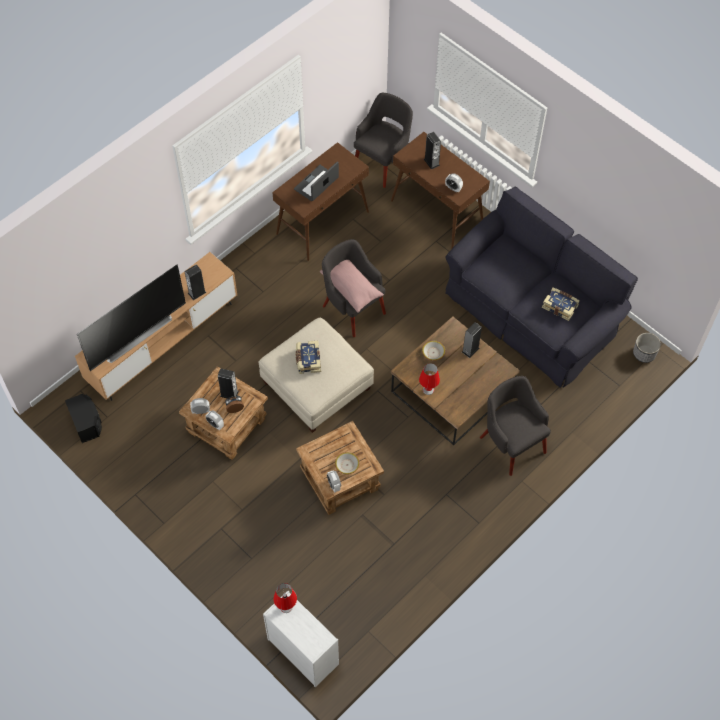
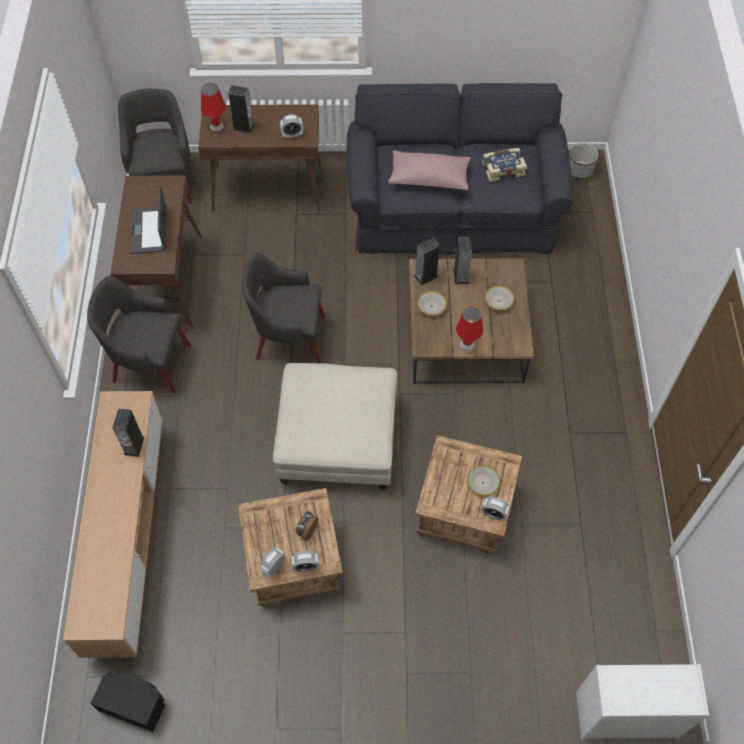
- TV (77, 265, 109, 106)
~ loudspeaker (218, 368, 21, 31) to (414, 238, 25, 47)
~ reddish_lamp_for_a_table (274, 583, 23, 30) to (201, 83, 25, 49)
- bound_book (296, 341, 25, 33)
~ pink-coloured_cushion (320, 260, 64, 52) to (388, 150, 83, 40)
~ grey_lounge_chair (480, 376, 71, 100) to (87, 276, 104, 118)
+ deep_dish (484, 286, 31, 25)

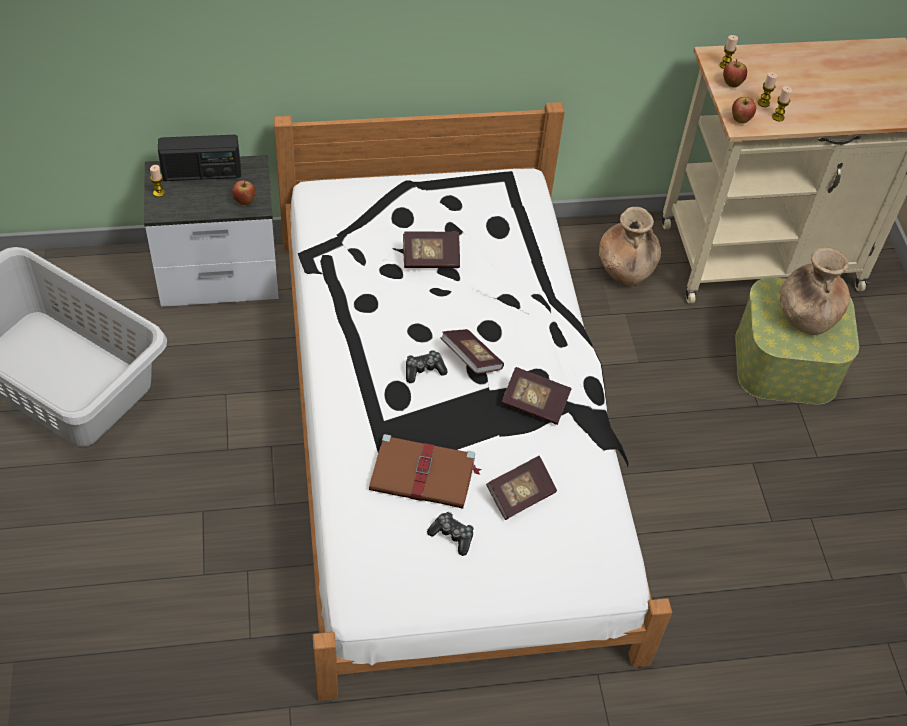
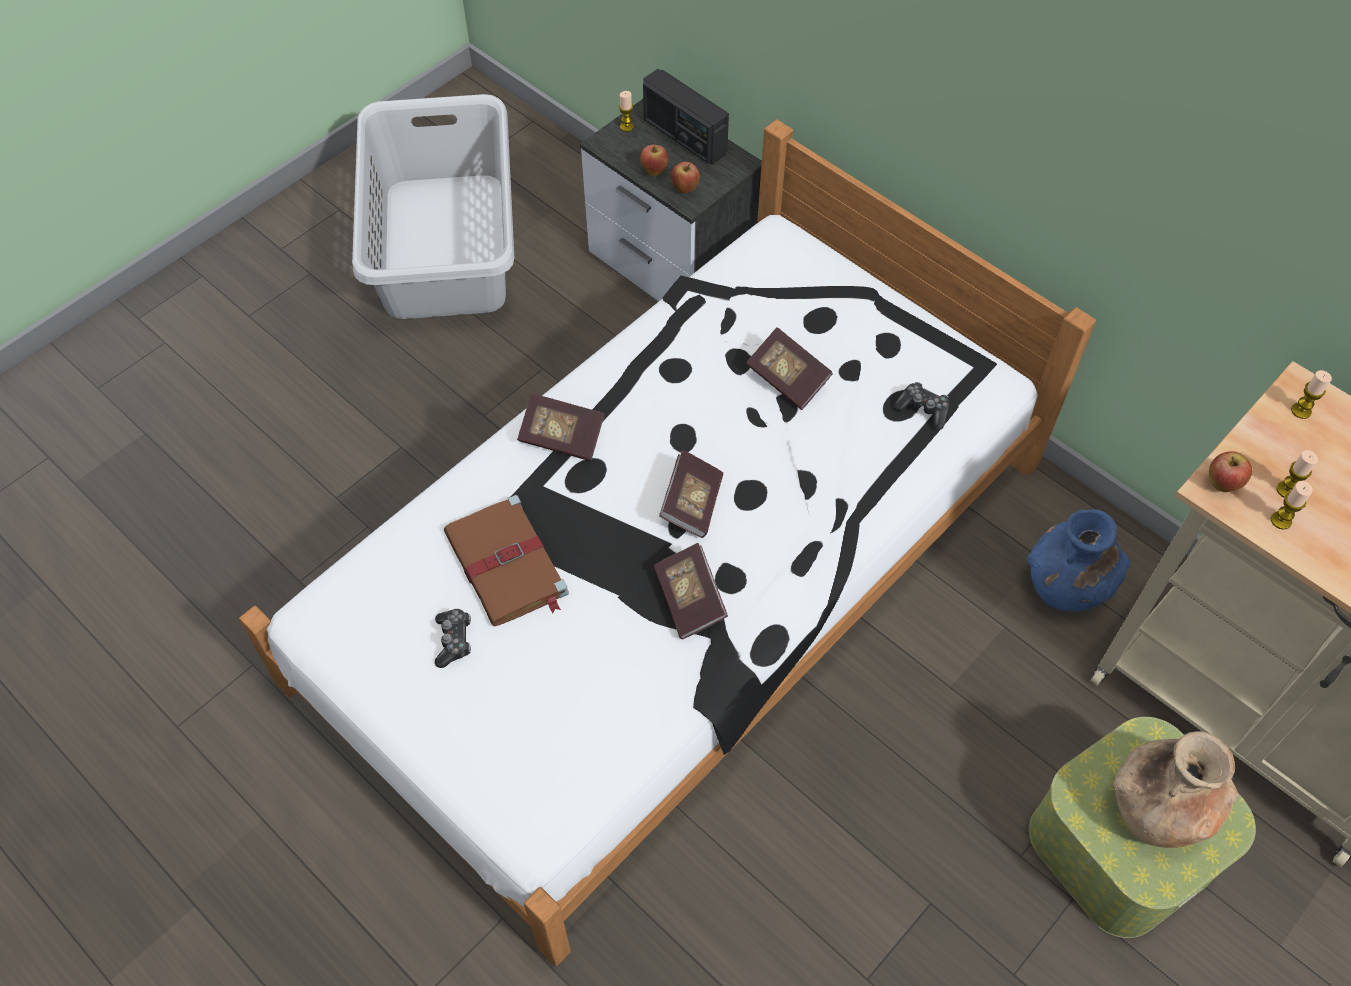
~ joypad (406, 350, 42, 33) to (894, 382, 56, 48)
~ bound_book (486, 456, 71, 64) to (517, 393, 87, 68)
~ brown-coloured_flower_vase (599, 207, 62, 79) to bluish_flower_vase (1027, 509, 104, 102)
~ apple_fruit (723, 59, 24, 29) to (640, 143, 28, 33)

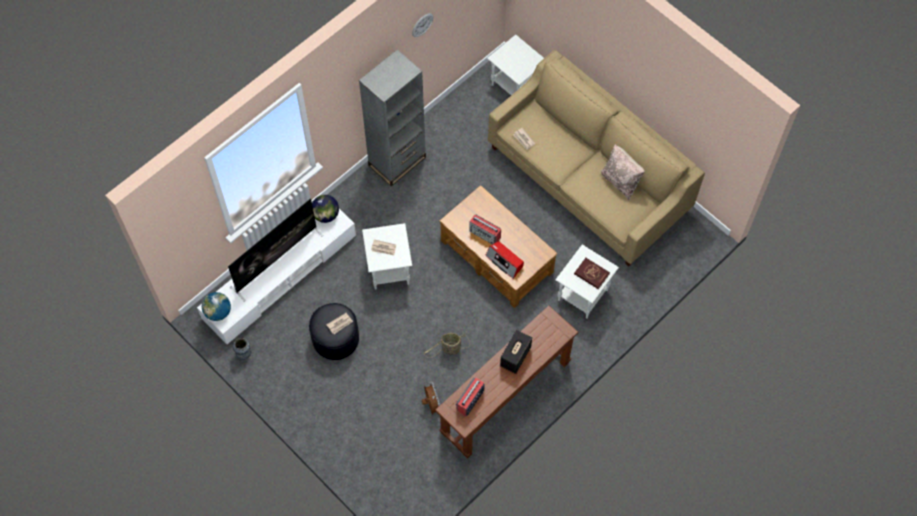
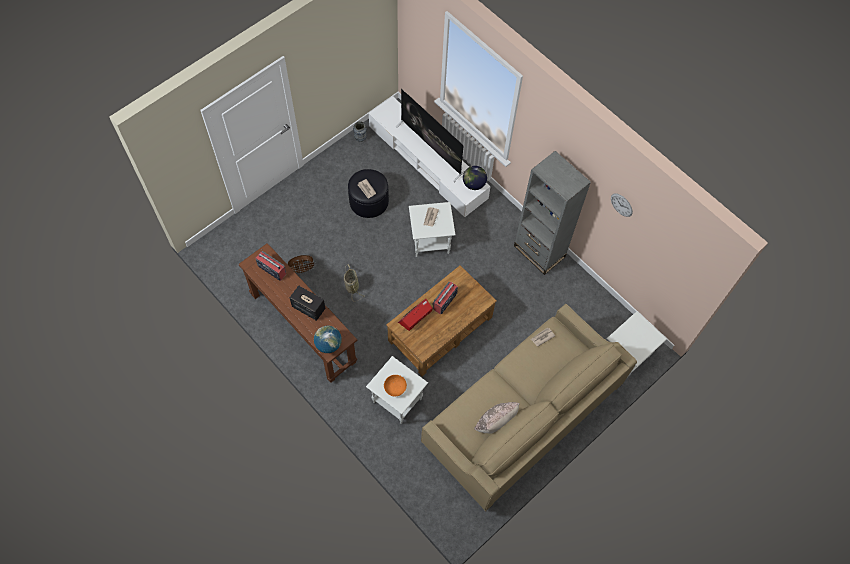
~ world_globe (202, 292, 29, 29) to (314, 326, 28, 27)
~ reddish_bound_book (574, 258, 36, 31) to orange_deep_dish (384, 375, 23, 21)

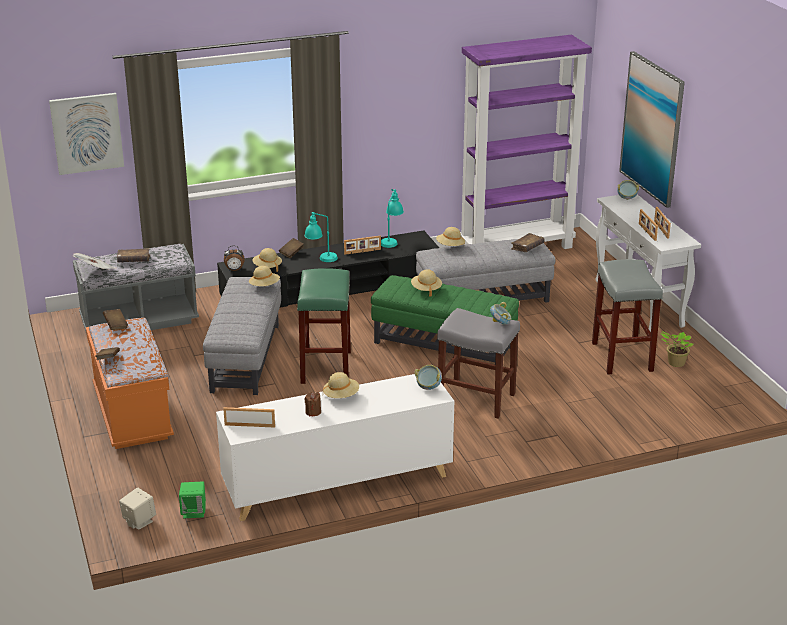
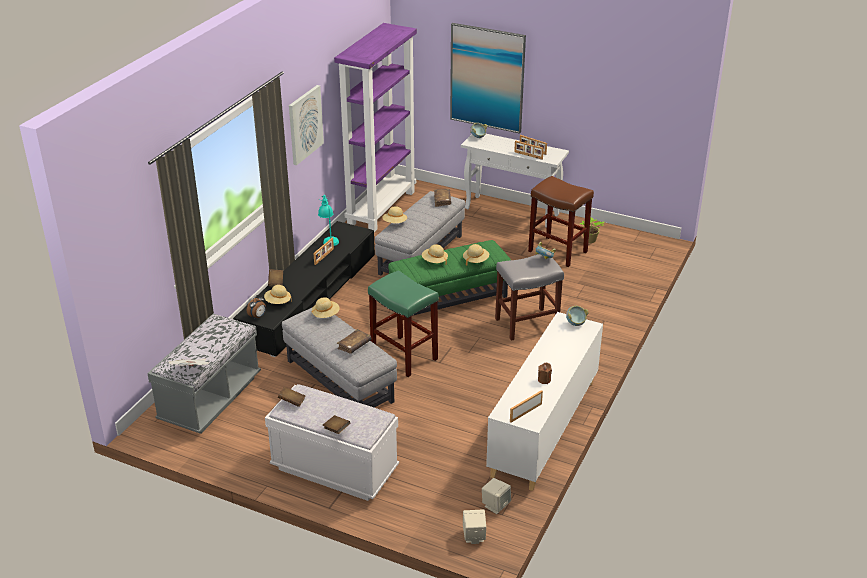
~ wall_art (49, 93, 75, 82) to (289, 85, 35, 80)
~ orange_long_seat (86, 317, 88, 132) to white_long_seat (265, 384, 134, 117)
~ brown-coloured_bound_book (117, 248, 33, 15) to (337, 329, 34, 25)
~ green_loudspeaker (179, 481, 27, 37) to sand-coloured_loudspeaker (482, 478, 29, 36)
- turquoise_lamp_for_a_table (304, 212, 34, 50)
~ sand-coloured_hat (323, 372, 36, 26) to (463, 244, 26, 21)
~ grey_stool_seat (592, 259, 71, 115) to brown-coloured_stool_seat (528, 176, 66, 91)

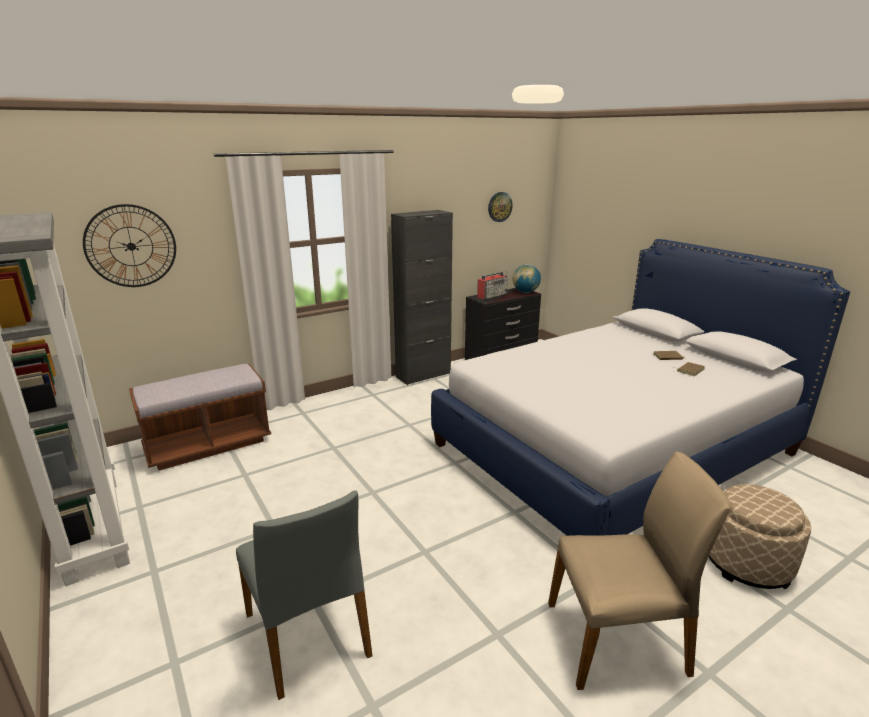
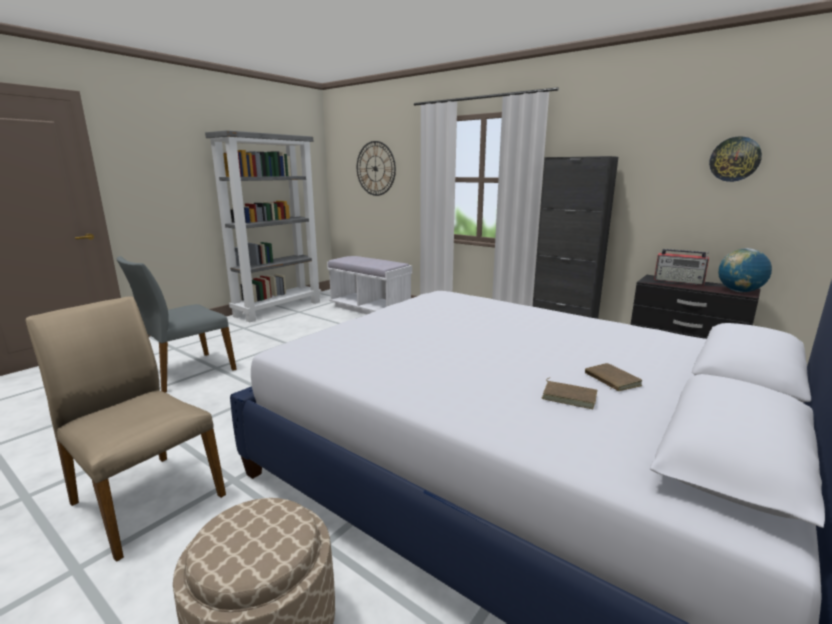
~ brown-coloured_long_seat (129, 364, 142, 107) to white_long_seat (327, 256, 85, 58)
~ sand-coloured_chair (548, 451, 183, 239) = (25, 297, 201, 265) 150 degrees clockwise

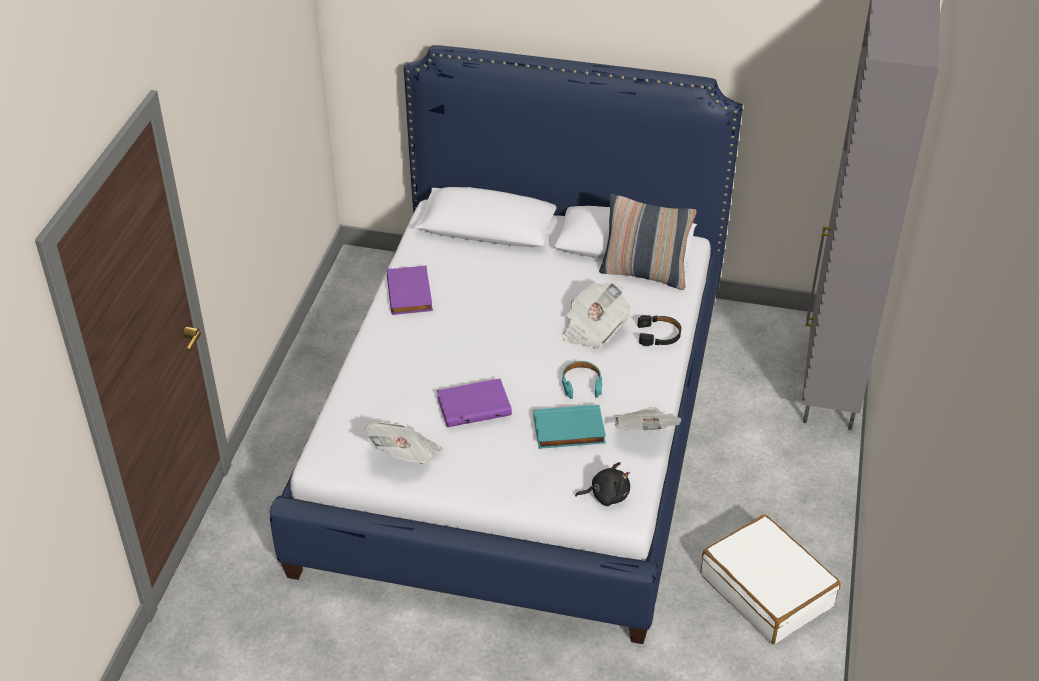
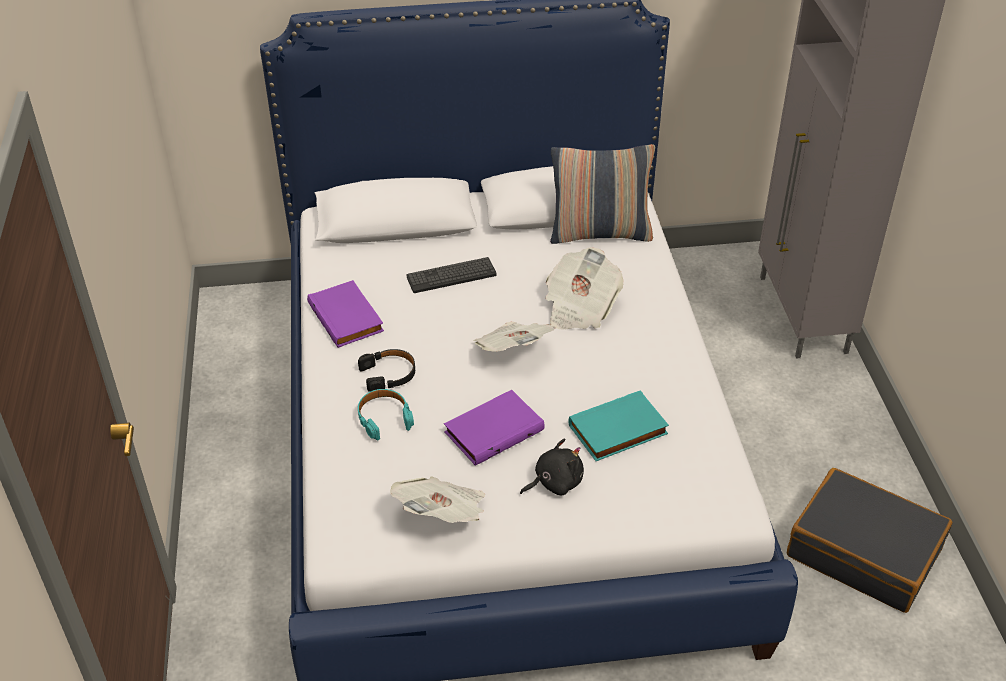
~ turquoise_headset (562, 361, 40, 38) to (358, 389, 56, 52)
~ black_plush_toy (575, 462, 55, 44) to (520, 439, 64, 56)
~ printed_paper (614, 407, 68, 25) to (473, 321, 82, 31)
~ black_headset (637, 315, 44, 31) to (358, 349, 57, 43)
~ white_suitcase (701, 514, 140, 130) to black_suitcase (787, 468, 165, 145)
+ PC_keyboard (407, 257, 90, 36)

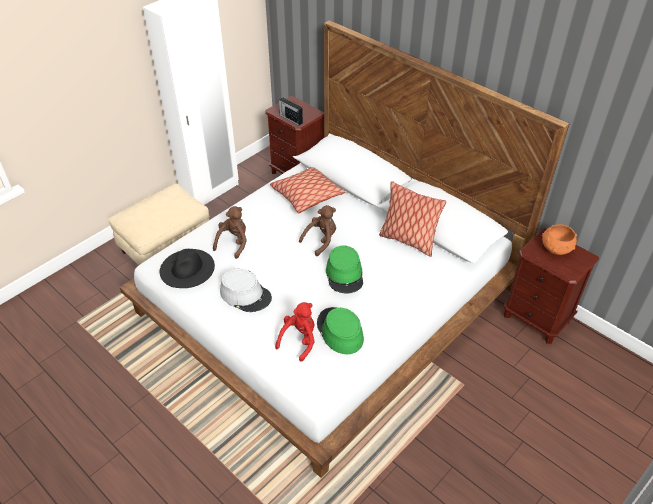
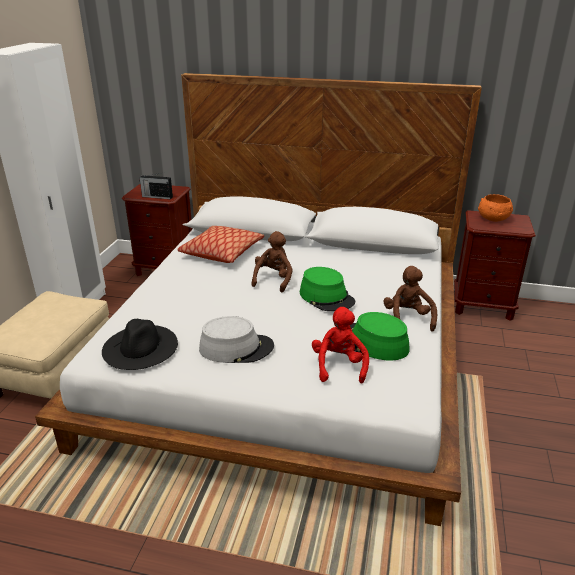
~ brown-coloured_plush_toy (213, 206, 34, 53) to (383, 266, 55, 65)
- cushion (379, 181, 67, 76)

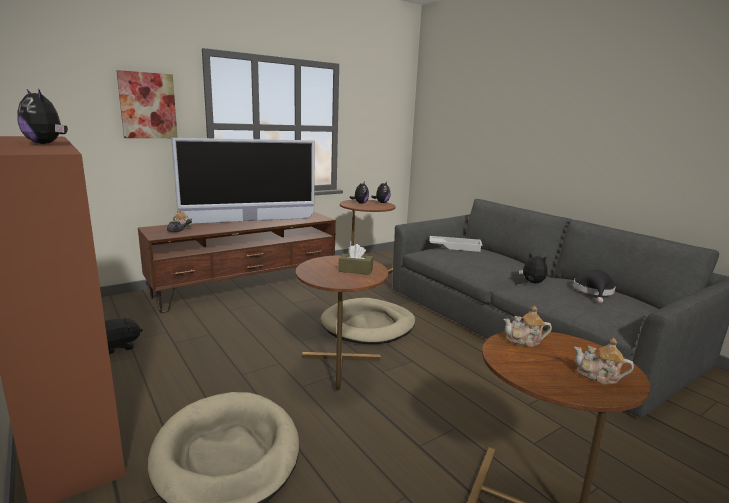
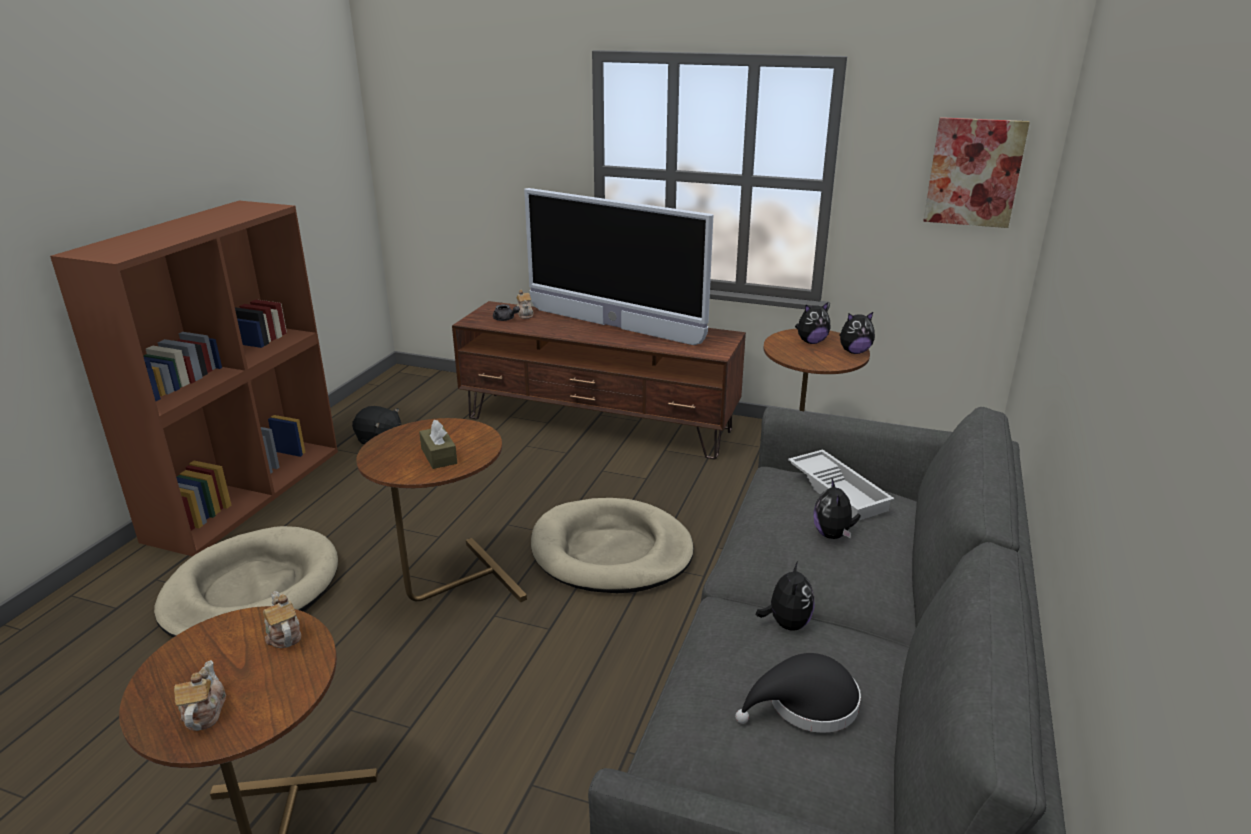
~ plush_toy (17, 89, 51, 55) to (813, 479, 48, 60)
~ wall_art (116, 70, 62, 68) to (923, 117, 107, 111)

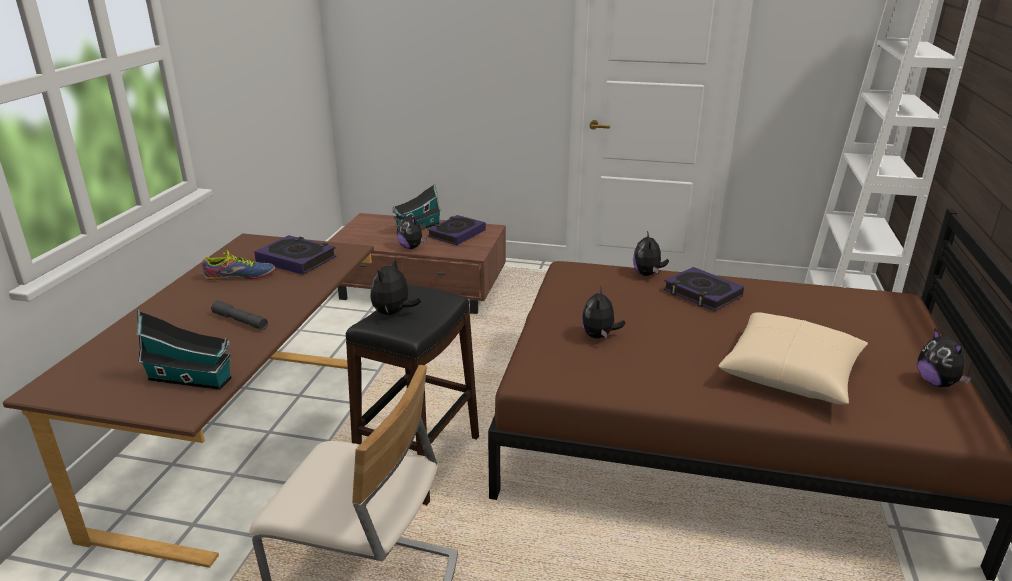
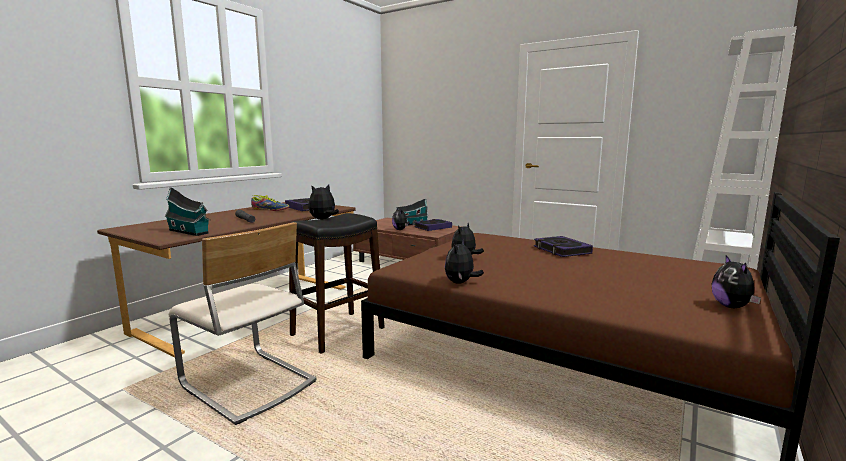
~ plush_toy (633, 231, 36, 45) to (445, 239, 39, 45)
- sand-coloured_cushion (719, 313, 149, 92)

